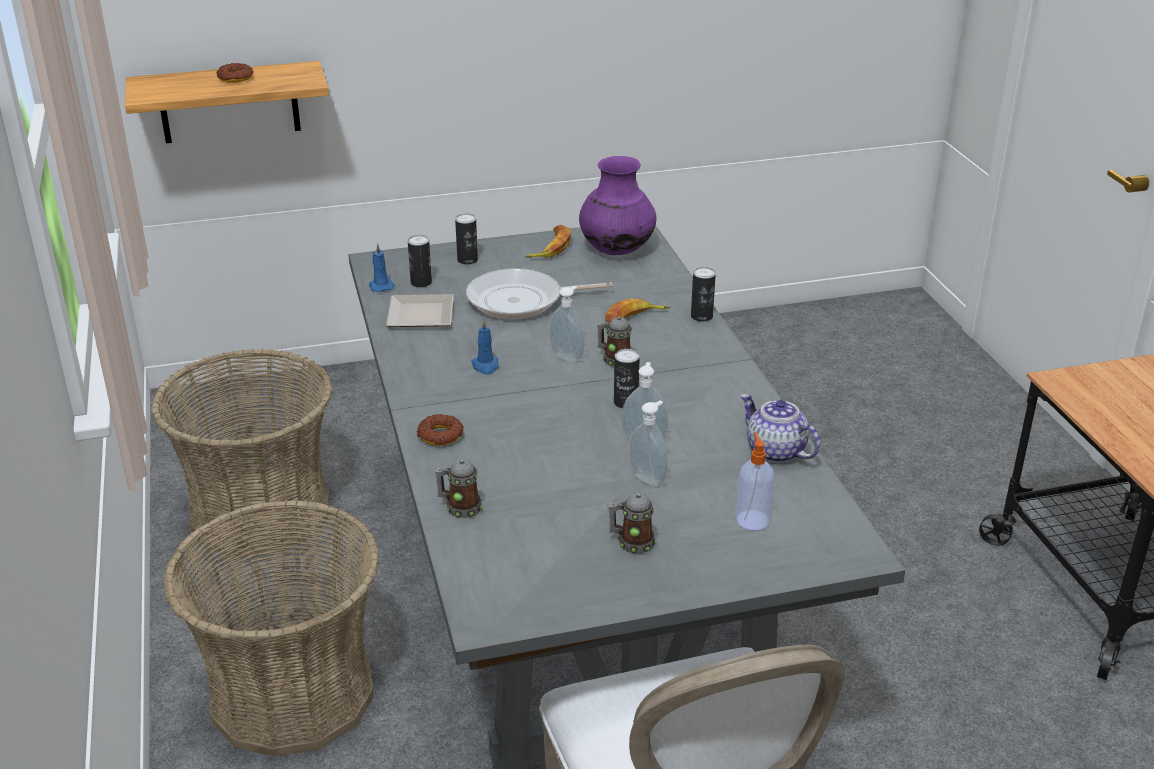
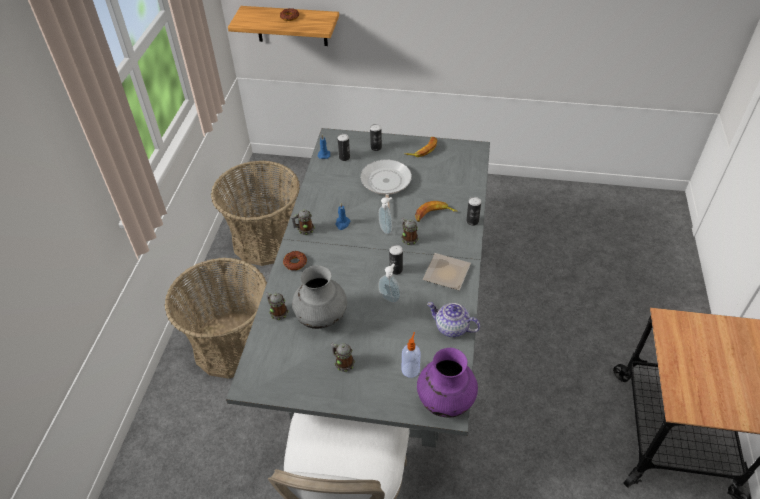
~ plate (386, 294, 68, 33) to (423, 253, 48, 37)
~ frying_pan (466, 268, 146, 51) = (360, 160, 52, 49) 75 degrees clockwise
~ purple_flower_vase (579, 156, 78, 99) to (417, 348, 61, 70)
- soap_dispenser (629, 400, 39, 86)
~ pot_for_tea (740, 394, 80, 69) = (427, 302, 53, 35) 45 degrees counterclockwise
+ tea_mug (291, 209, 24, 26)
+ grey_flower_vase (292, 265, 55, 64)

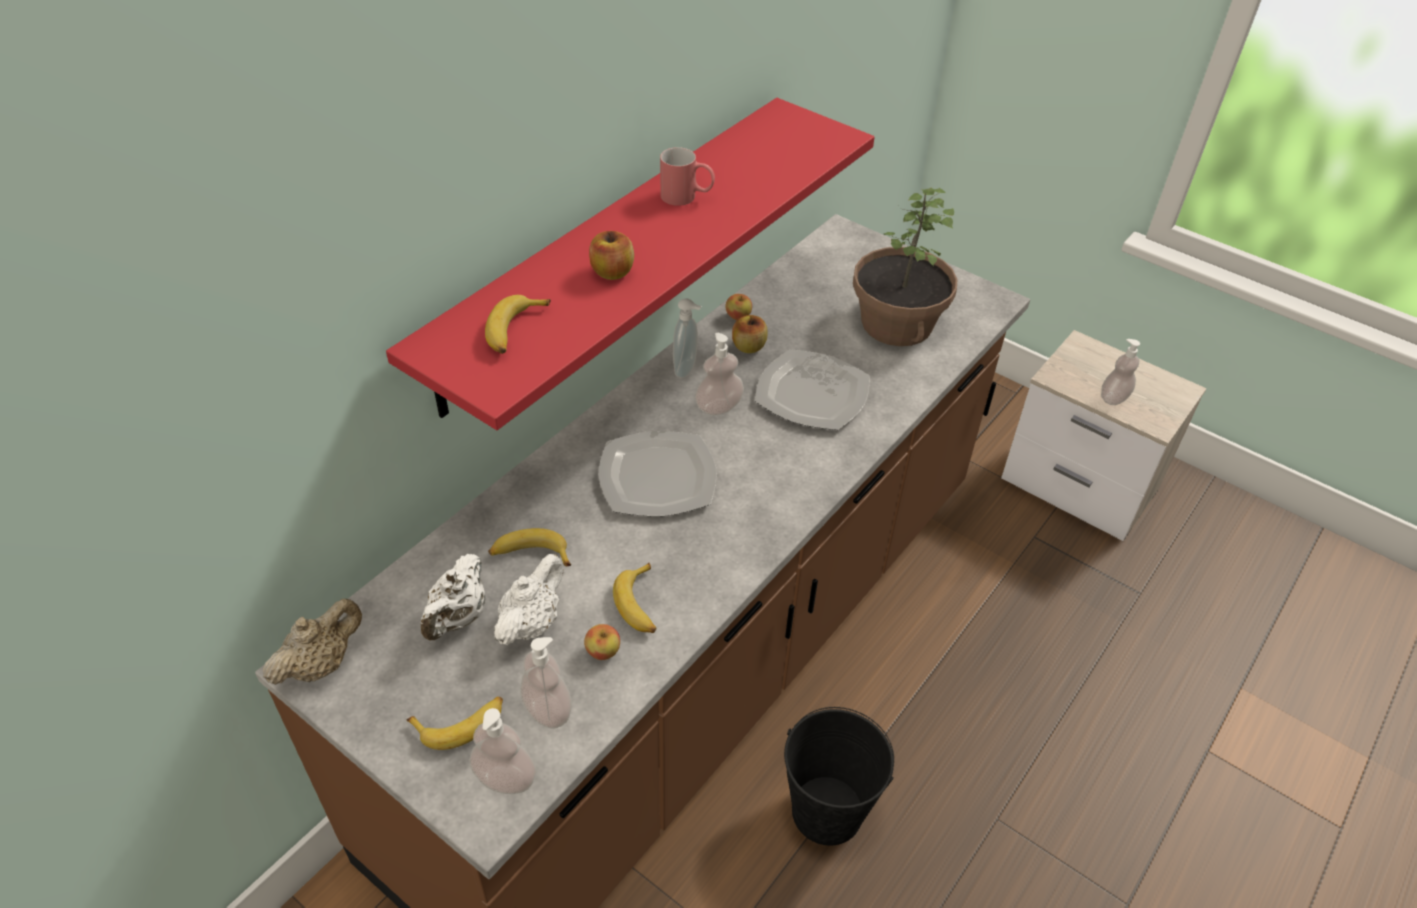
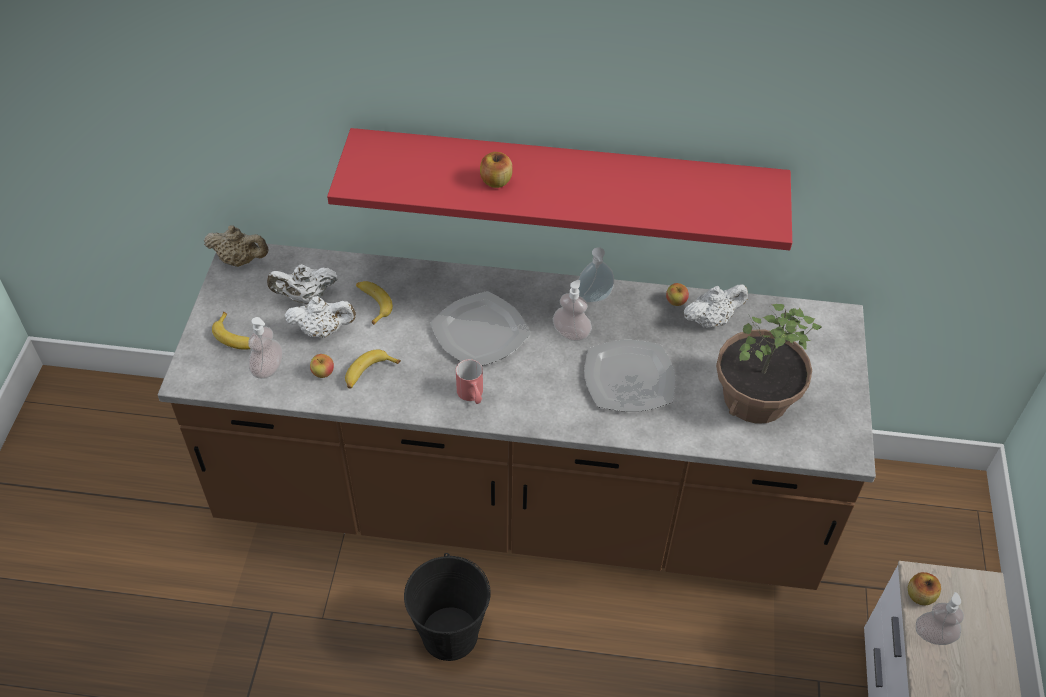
- soap_dispenser (469, 708, 68, 86)
- banana_fruit (485, 295, 66, 59)
~ reddish_tea_mug (660, 147, 55, 59) to (456, 359, 27, 45)
~ apple_fruit (732, 315, 35, 38) to (908, 572, 33, 33)
+ white_pot_for_tea (683, 284, 65, 44)

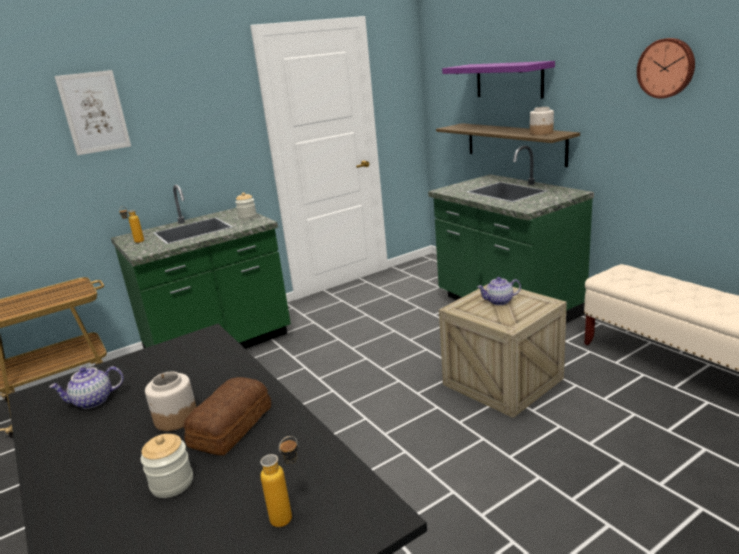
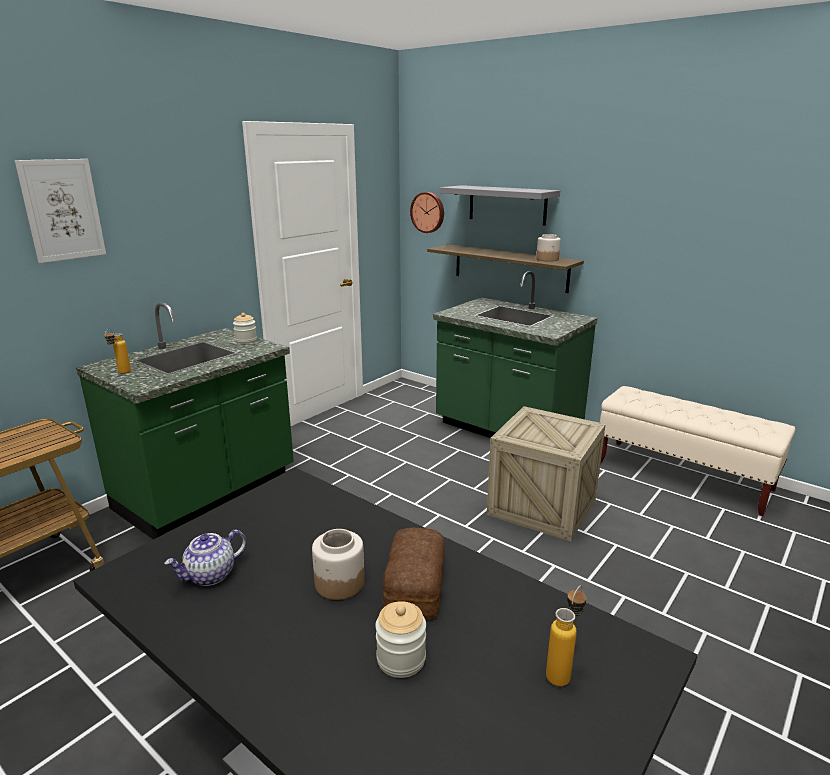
~ purple_wall_shelf (442, 61, 113, 38) to grey_wall_shelf (440, 185, 120, 41)
- pot_for_tea (477, 277, 44, 28)
~ clock_on_the_wall (637, 38, 58, 60) to (410, 192, 34, 41)

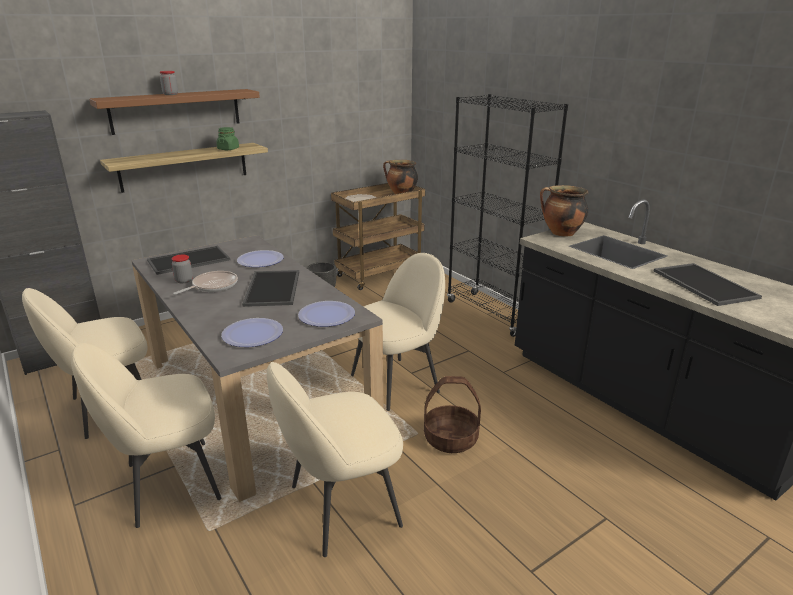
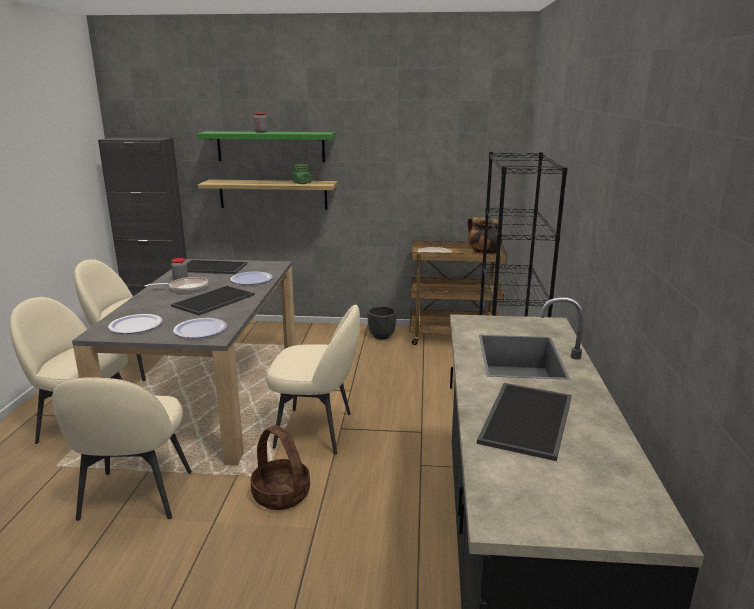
~ brown-coloured_wall_shelf (89, 89, 171, 46) to green_wall_shelf (196, 131, 139, 31)
~ sand-coloured_chair (267, 362, 136, 195) = (52, 377, 140, 144) 105 degrees counterclockwise
- cooking_pot (540, 185, 48, 52)

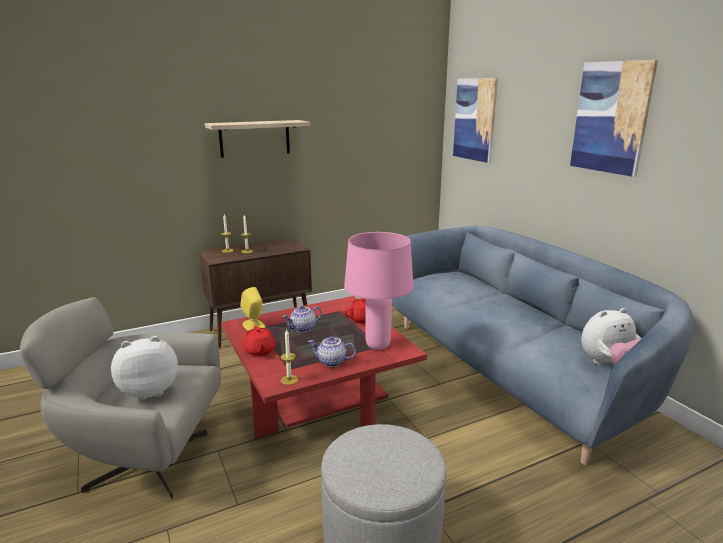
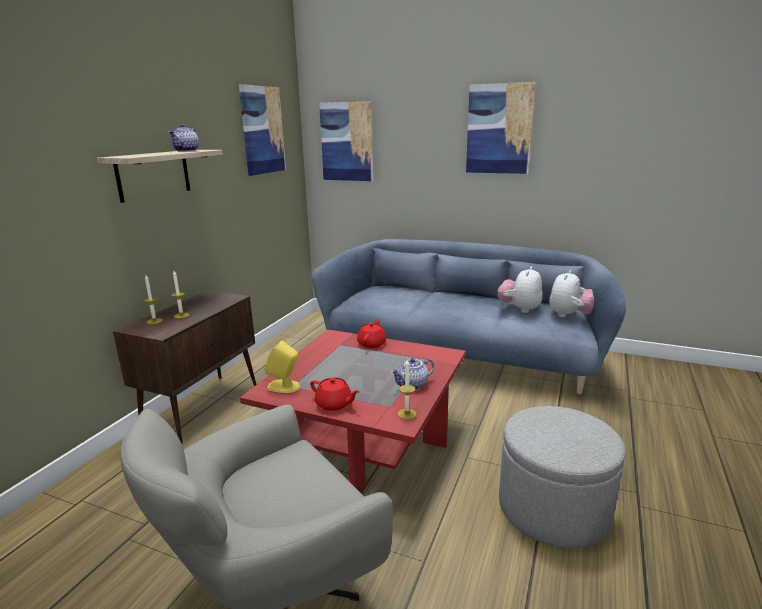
~ plush_toy (111, 336, 67, 64) to (497, 266, 46, 47)
~ pot_for_tea (282, 305, 40, 28) to (169, 124, 30, 28)
- pink-coloured_lamp_for_a_table (344, 232, 70, 118)
+ wall_art (239, 84, 47, 92)

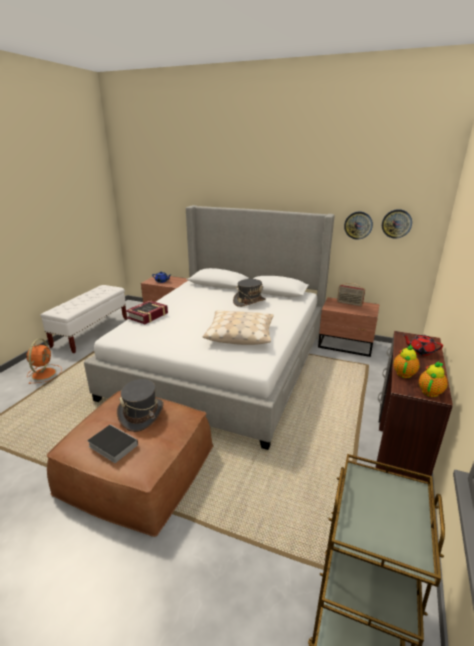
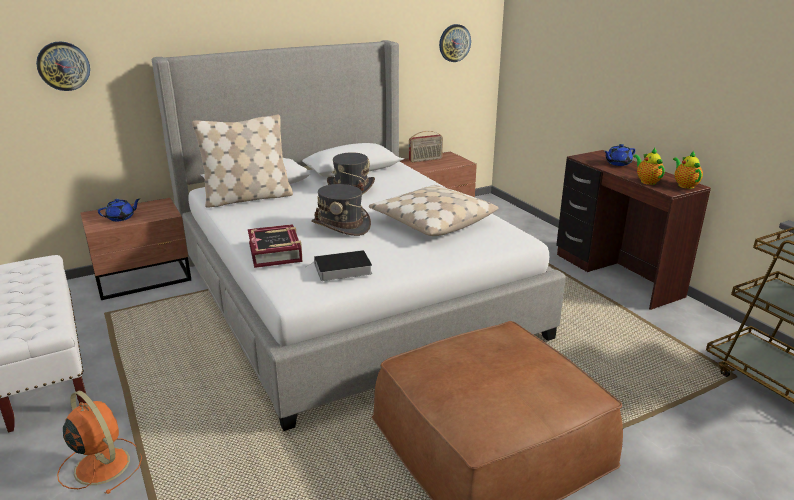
~ bound_book (87, 425, 51, 38) to (311, 250, 61, 31)
~ grey_hat (117, 379, 47, 53) to (311, 184, 60, 52)
~ clock_on_the_wall (344, 212, 29, 28) to (36, 42, 54, 49)
~ reddish_pot_for_tea (403, 335, 40, 21) to bluish_pot_for_tea (604, 144, 31, 22)
+ sand-coloured_cushion (192, 114, 101, 94)

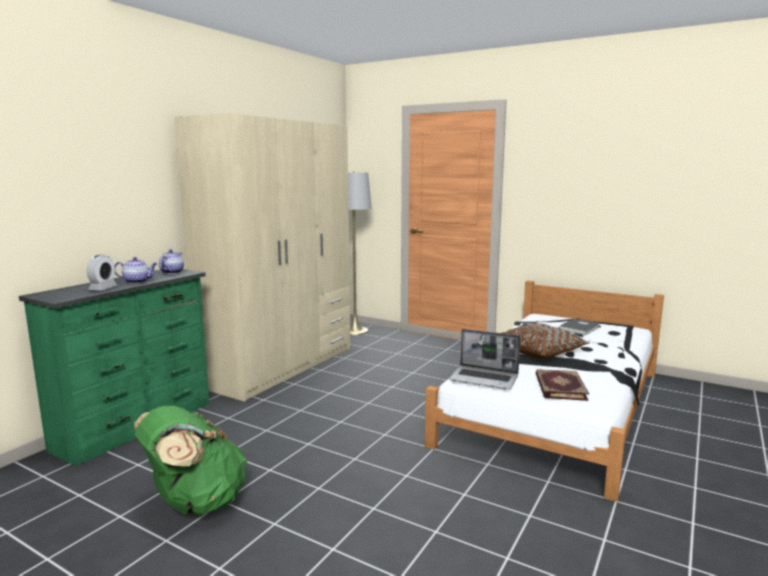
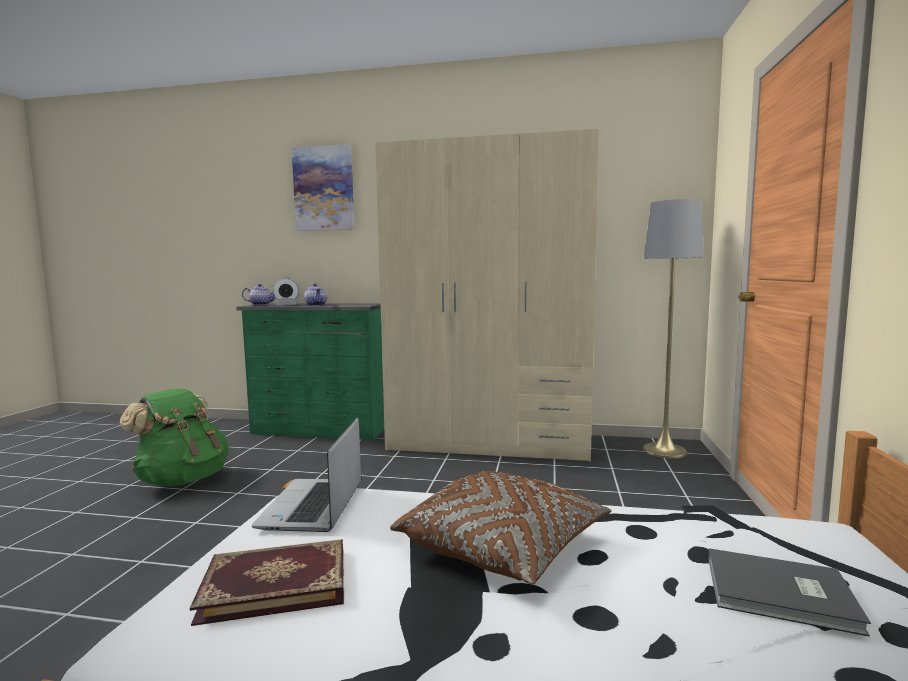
~ pot_for_tea (159, 250, 25, 24) to (242, 284, 33, 21)
+ wall_art (292, 144, 63, 87)

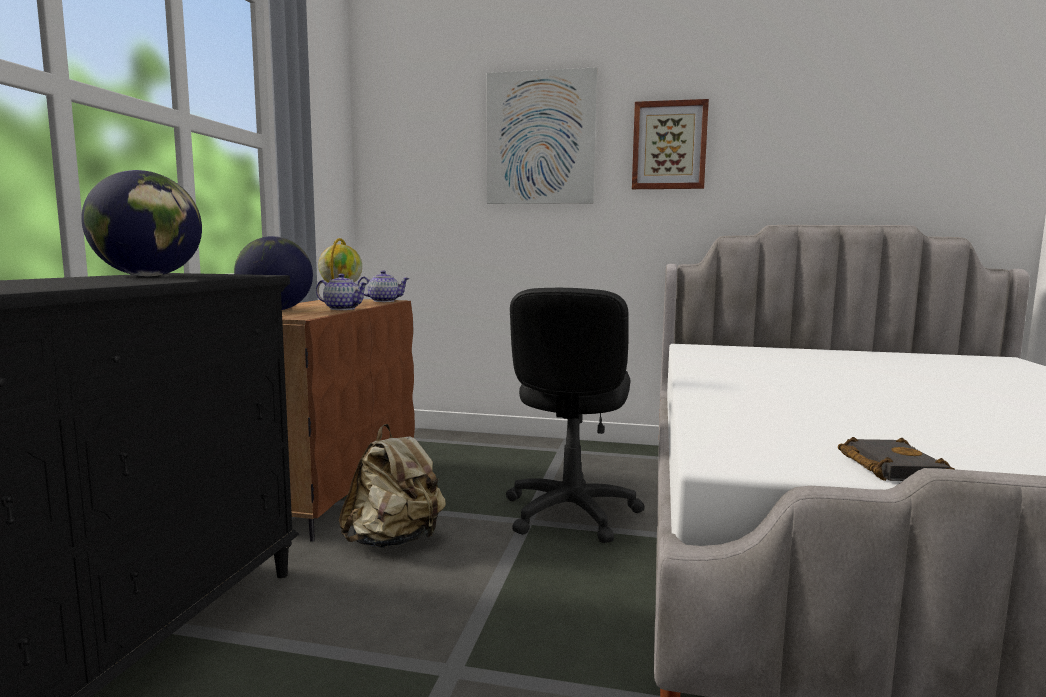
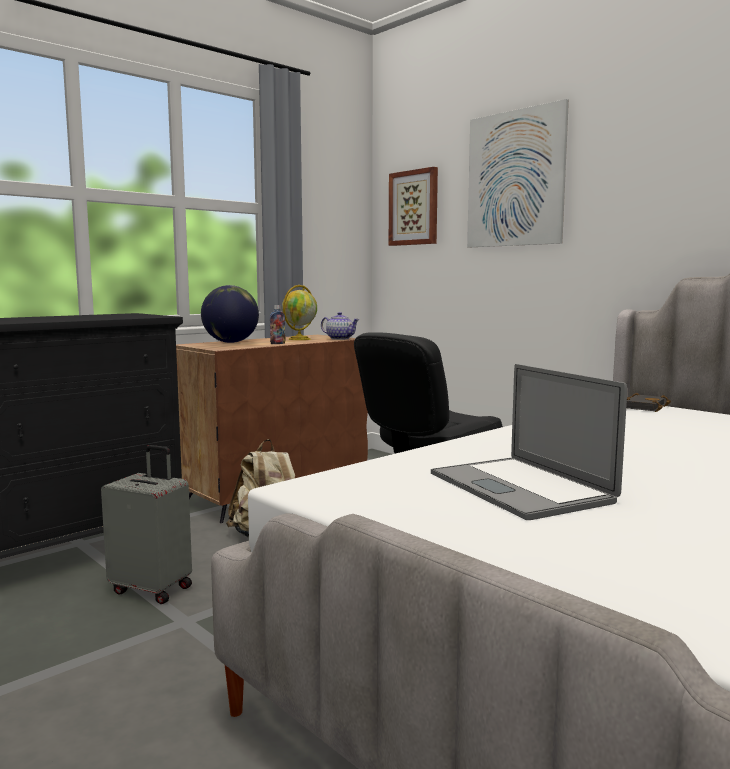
- world_globe (81, 170, 121, 107)
~ pot_for_tea (316, 273, 52, 37) to drink_bottle (270, 305, 16, 39)
~ wall_art (632, 99, 77, 90) to (389, 167, 49, 79)
~ black_bound_book (838, 437, 116, 44) to (626, 393, 45, 19)
+ grey_suitcase (101, 445, 91, 159)
+ laptop (431, 364, 196, 156)

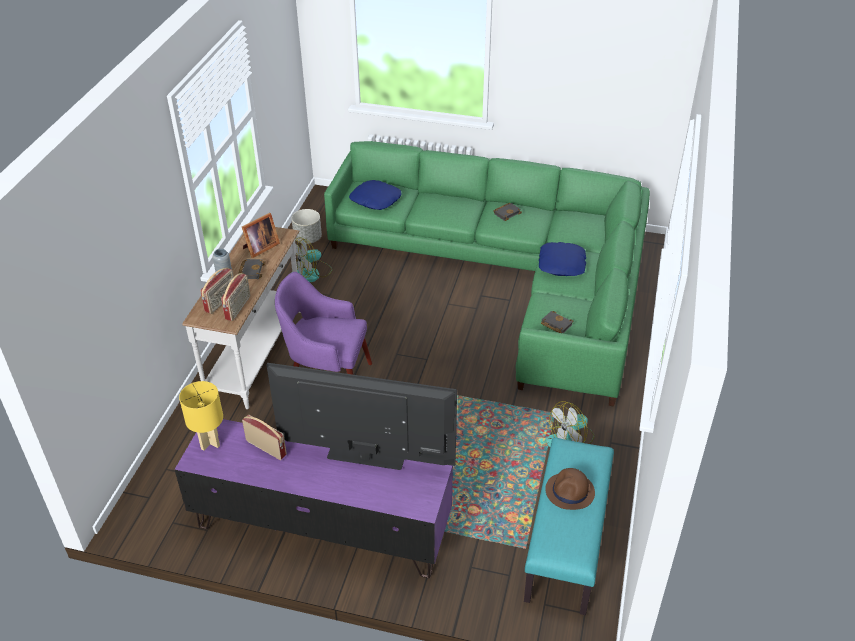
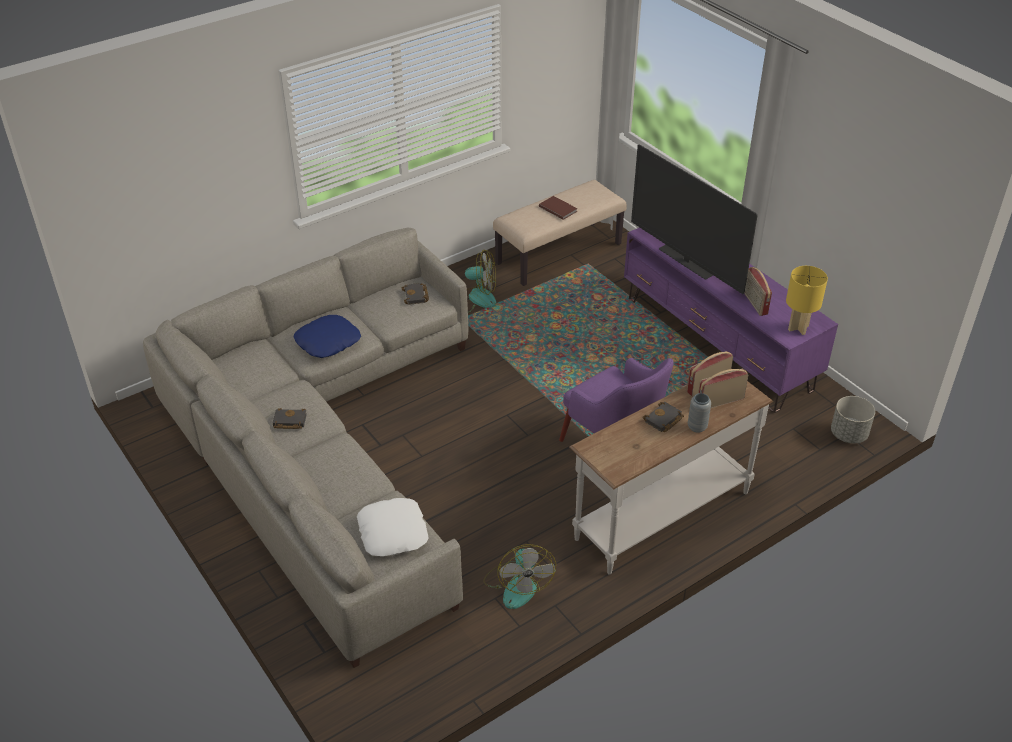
- picture_frame (242, 213, 38, 45)
~ grey_planter (291, 209, 31, 35) to (831, 396, 44, 48)
~ cooling_fan (291, 237, 41, 45) = (483, 544, 73, 65) 75 degrees clockwise
~ green_couch (324, 141, 326, 266) to grey_couch (143, 228, 325, 440)
~ bluish_cushion (349, 180, 53, 30) to white_cushion (357, 498, 72, 58)
~ turquoise_long_seat (524, 437, 90, 178) to sand-coloured_long_seat (493, 180, 134, 106)
~ brown-coloured_hat (545, 468, 50, 42) to brown-coloured_bound_book (539, 196, 38, 24)

